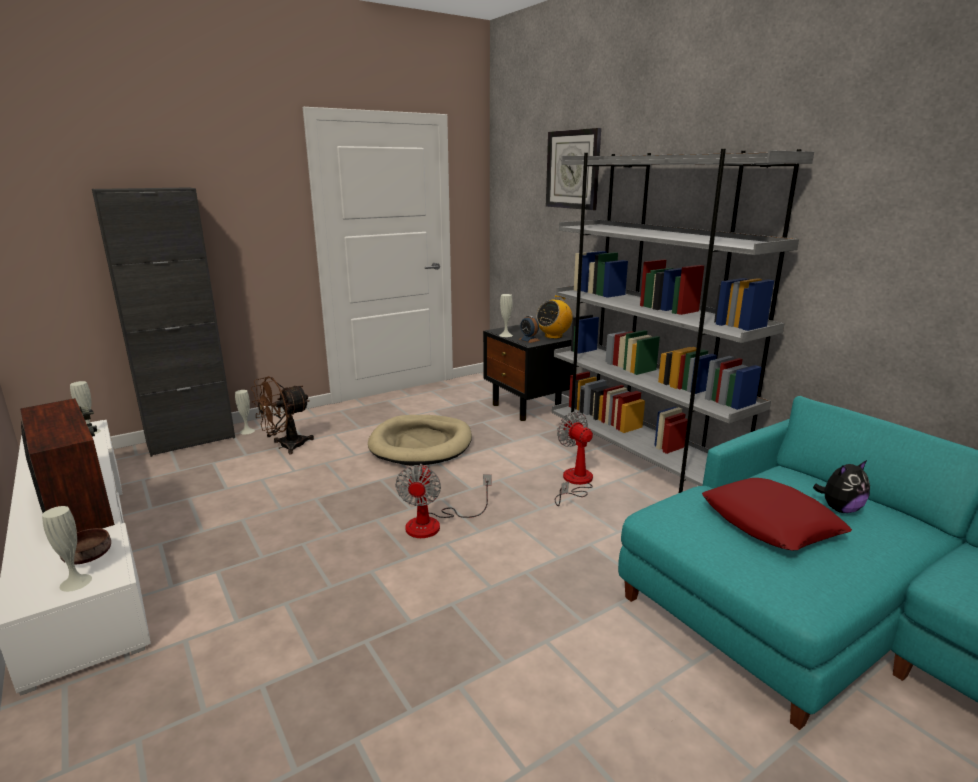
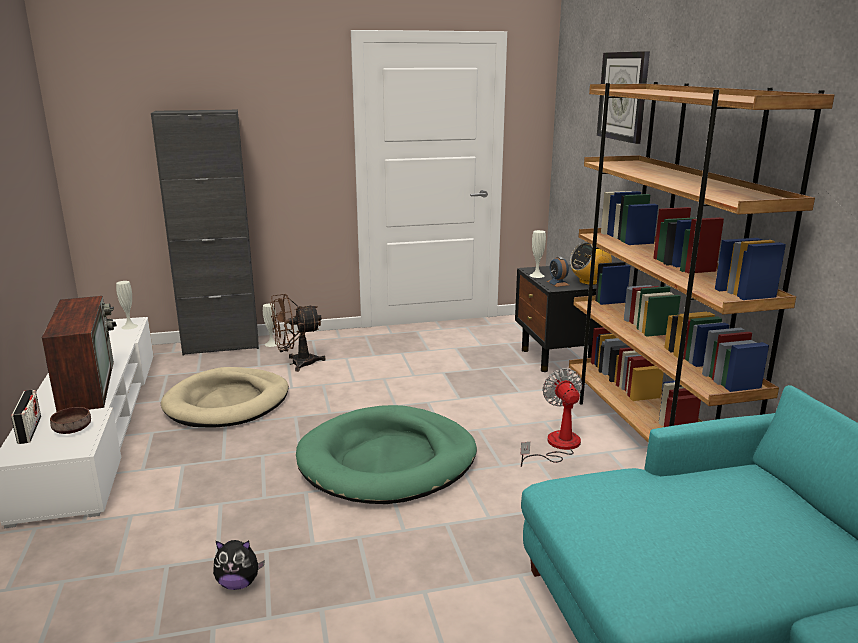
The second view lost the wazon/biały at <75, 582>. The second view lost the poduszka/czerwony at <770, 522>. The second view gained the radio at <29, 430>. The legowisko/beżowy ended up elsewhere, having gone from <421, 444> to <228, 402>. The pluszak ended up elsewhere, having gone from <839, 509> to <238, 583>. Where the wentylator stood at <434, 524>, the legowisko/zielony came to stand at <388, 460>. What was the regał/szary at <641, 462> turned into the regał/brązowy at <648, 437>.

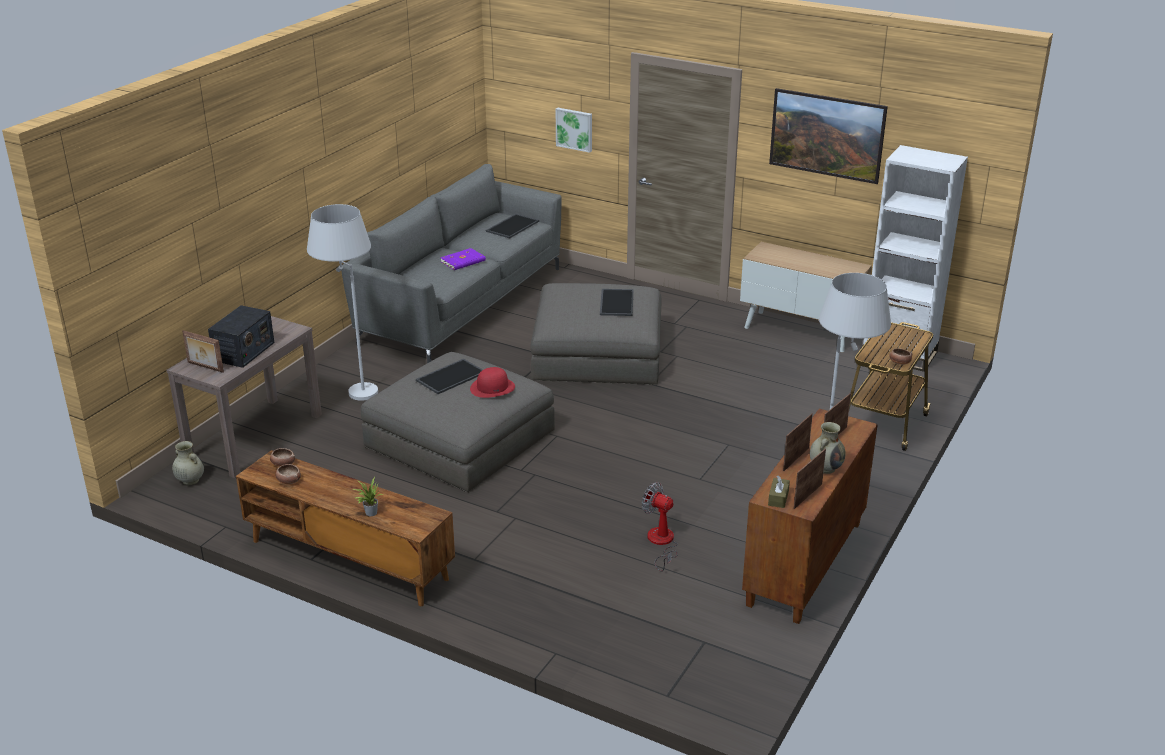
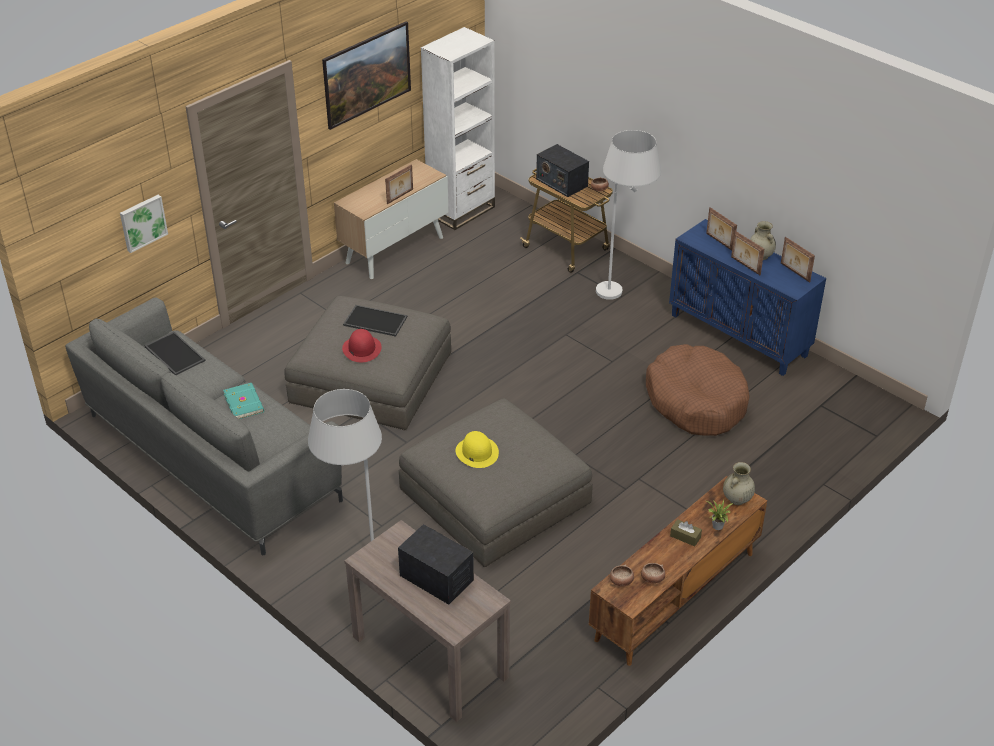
The second view gained the radio at <561, 182>. The wazon/beżowy ended up elsewhere, having gone from <190, 480> to <737, 499>. The ramka na zdjęcie ended up elsewhere, having gone from <205, 367> to <400, 197>. The kapelusz/czerwony ended up elsewhere, having gone from <492, 387> to <361, 348>. The pudełko chusteczek/brązowy ended up elsewhere, having gone from <778, 498> to <685, 536>. Where the taca stood at <451, 376>, the kapelusz/żółty came to stand at <476, 452>. Where the wentylator stood at <661, 543>, the legowisko/brązowy came to stand at <696, 401>. What was the książka/fioletowy at <463, 261> turned into the książka/turkusowy at <244, 402>. What was the szafka/brązowy at <805, 564> turned into the szafka/niebieski at <739, 335>.

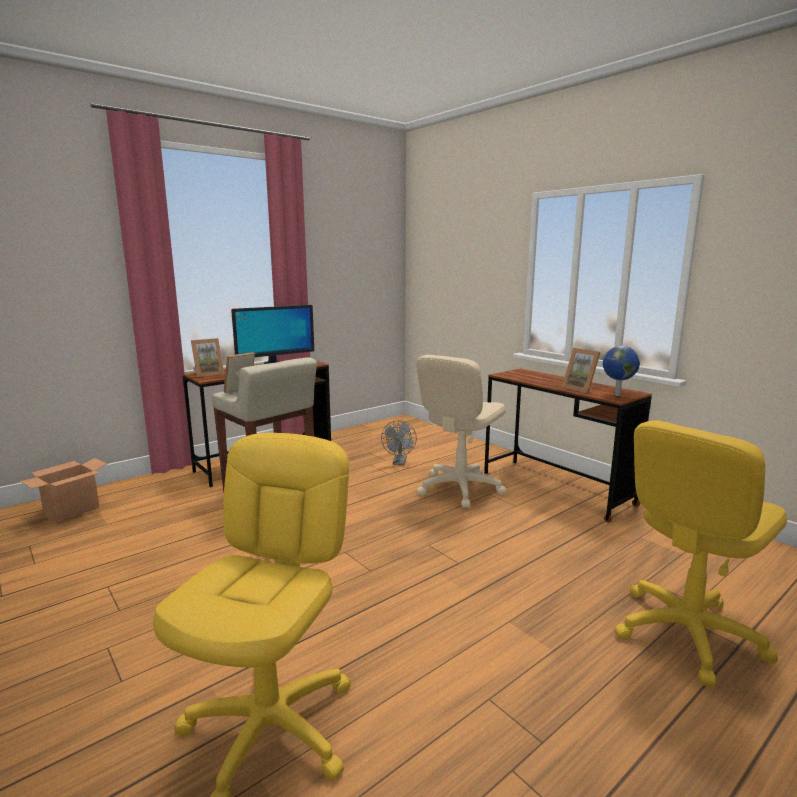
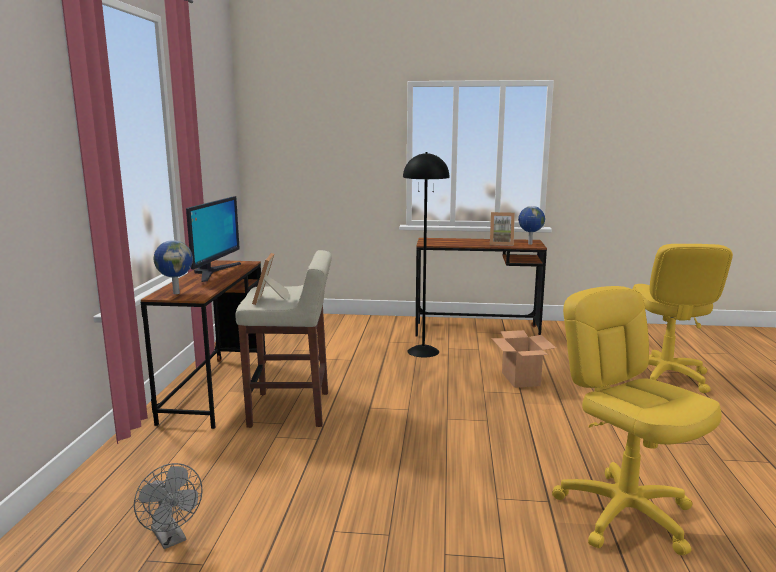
The karton ended up elsewhere, having gone from <71, 511> to <521, 379>. The wentylator/szary ended up elsewhere, having gone from <399, 462> to <171, 539>. Where the ramka na zdjęcie stood at <208, 374>, the globus came to stand at <176, 293>. Where the krzesło biurowe/beżowy stood at <459, 488>, the lampa stojąca/czarny came to stand at <423, 351>.

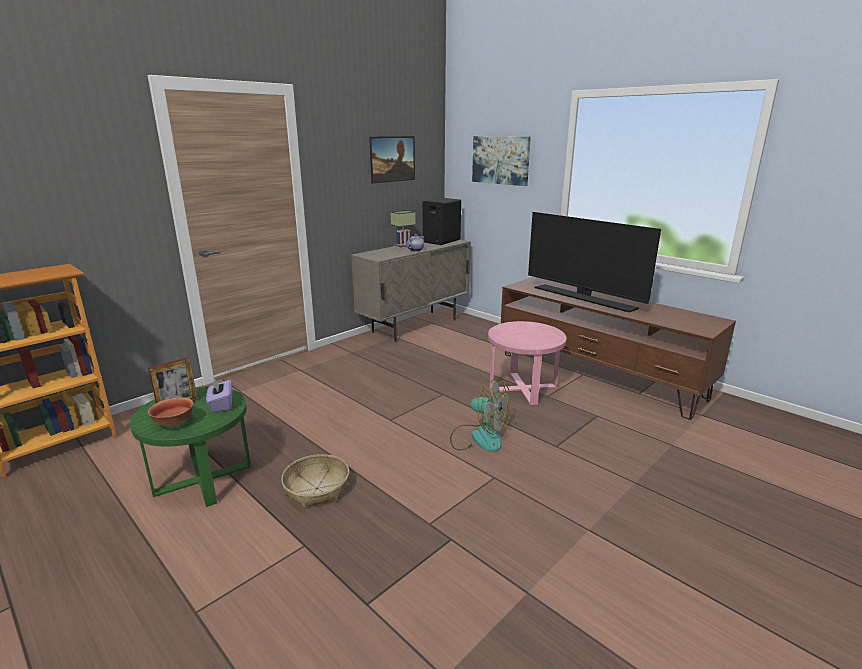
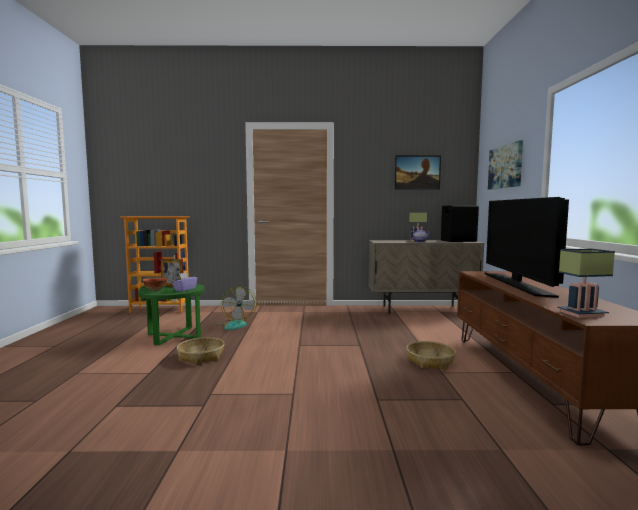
The second view gained the lampa stołowa at <582, 314>. The wentylator ended up elsewhere, having gone from <479, 437> to <235, 324>. Where the stolik/różowy stood at <523, 388>, the koszyk came to stand at <430, 361>.

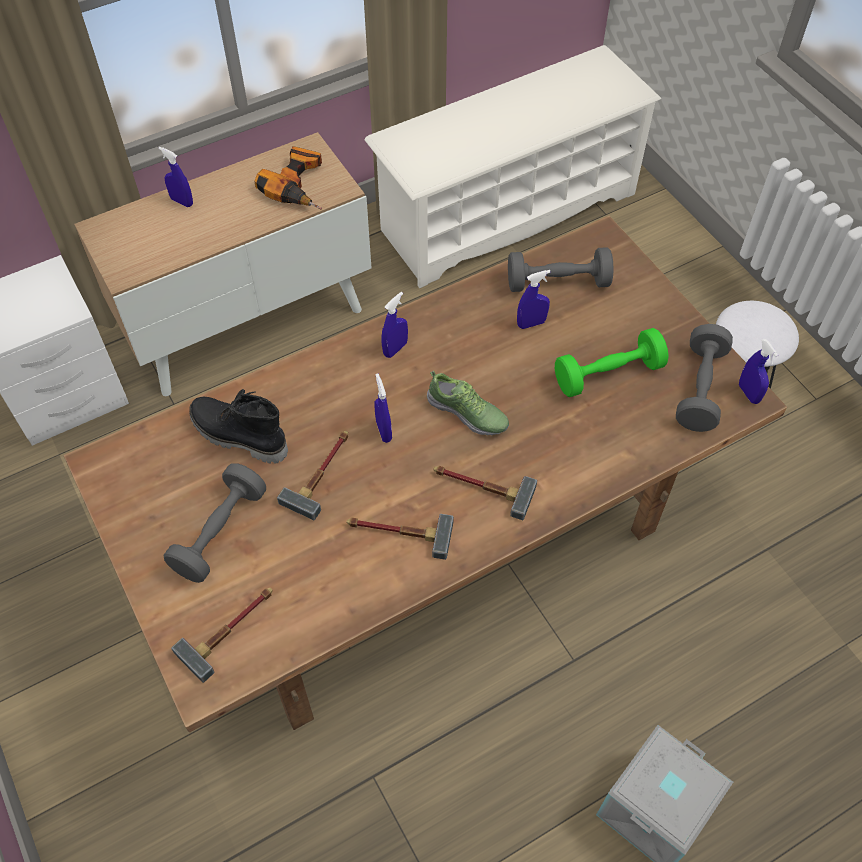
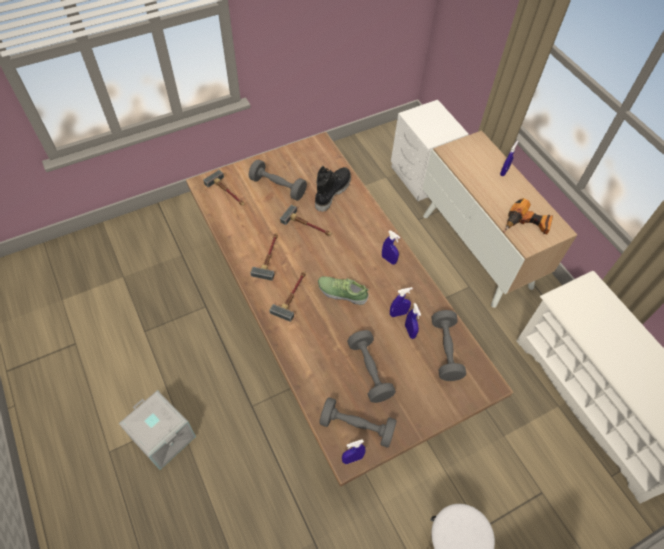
The spryskiwacz/niebieski ended up elsewhere, having gone from <383, 431> to <398, 313>. What was the hantel/zielony at <608, 374> turned into the hantel/szary at <369, 371>. The but at <468, 413> ended up facing another way, 75 degrees clockwise from before.

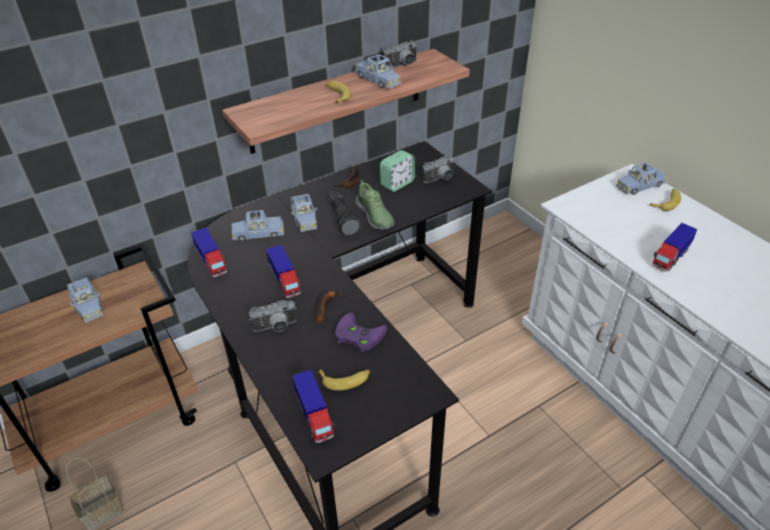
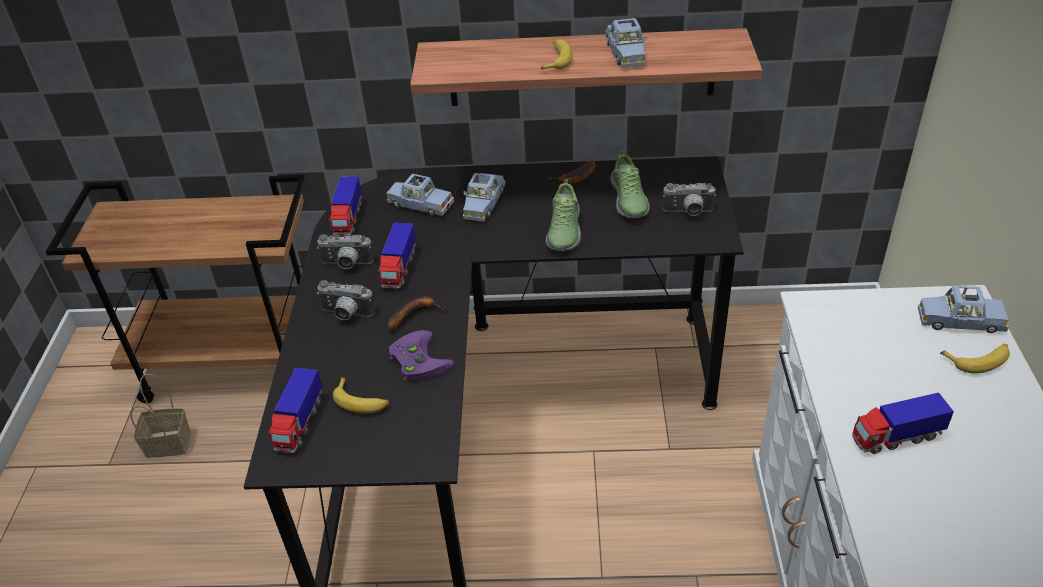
The second view lost the samochodzik/niebieski at <87, 304>. The second view lost the latarka at <344, 220>. The aparat fotograficzny ended up elsewhere, having gone from <402, 66> to <346, 265>. Where the budzik stood at <397, 184>, the but came to stand at <628, 200>.

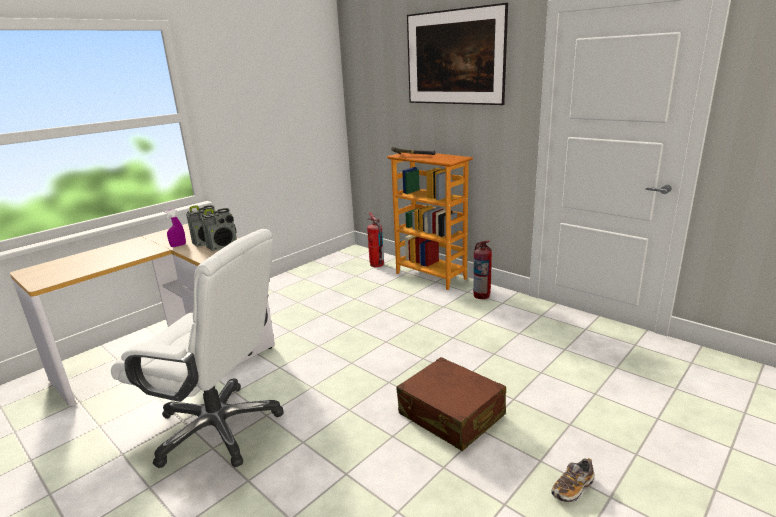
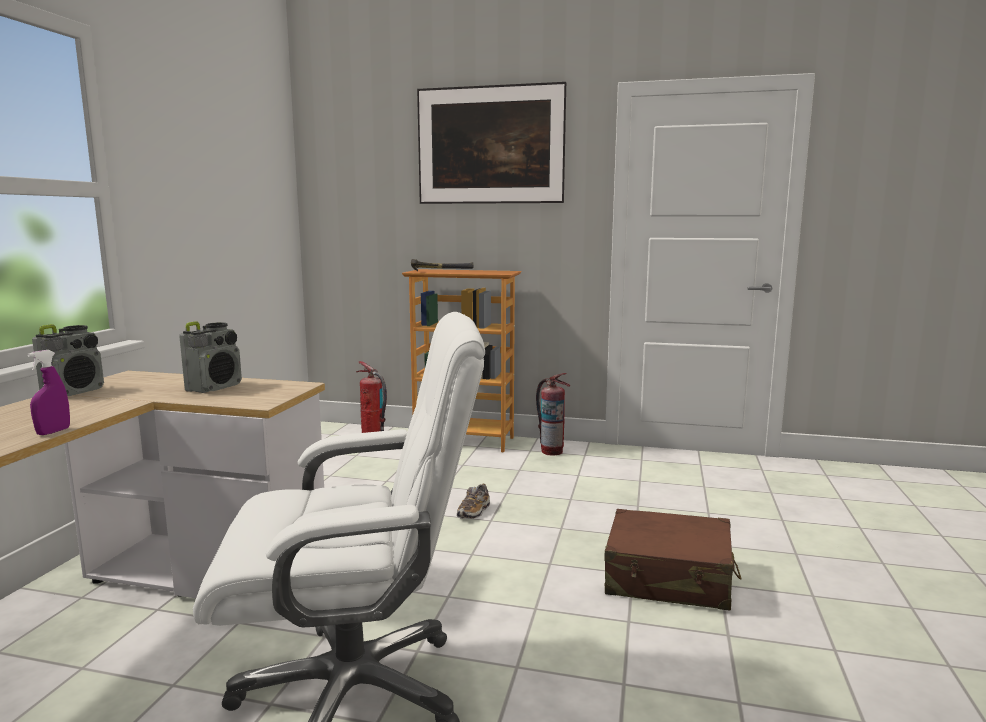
The spryskiwacz/fioletowy ended up elsewhere, having gone from <178, 245> to <53, 432>. The radio ended up elsewhere, having gone from <223, 246> to <74, 392>. The but ended up elsewhere, having gone from <573, 488> to <474, 512>.

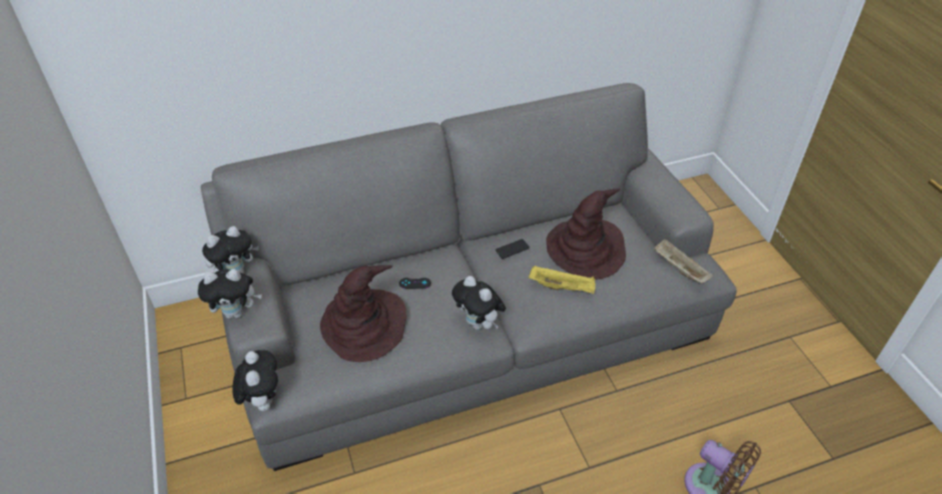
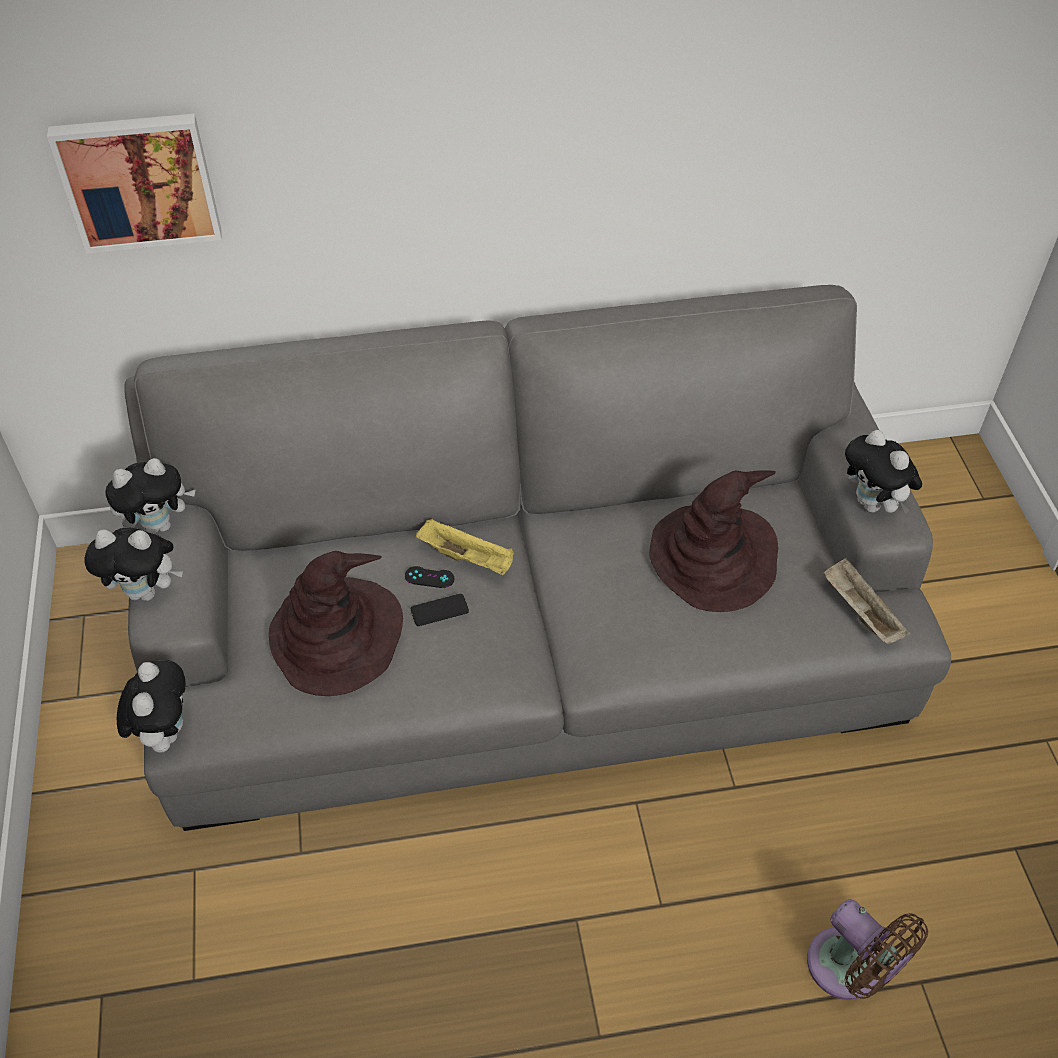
The second view gained the obraz at <139, 180>. The pluszak ended up elsewhere, having gone from <479, 324> to <873, 505>. The telefon ended up elsewhere, having gone from <512, 249> to <439, 610>. The taca/żółty ended up elsewhere, having gone from <562, 287> to <468, 558>.

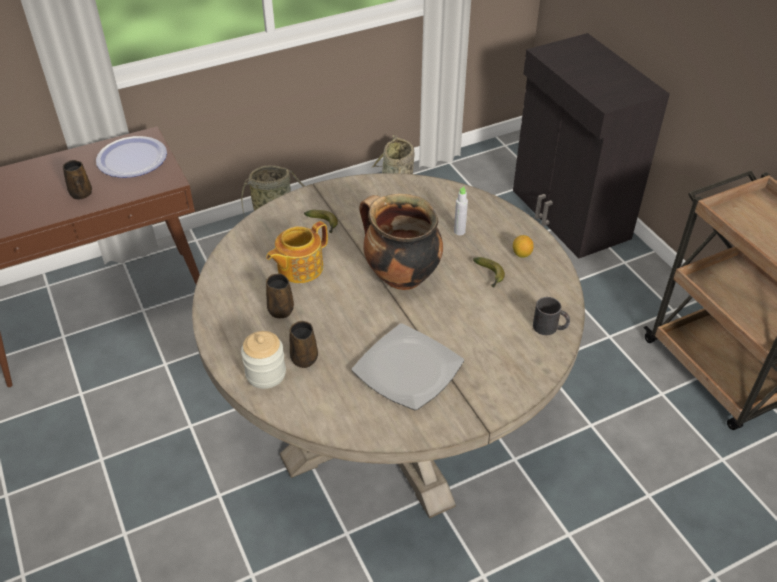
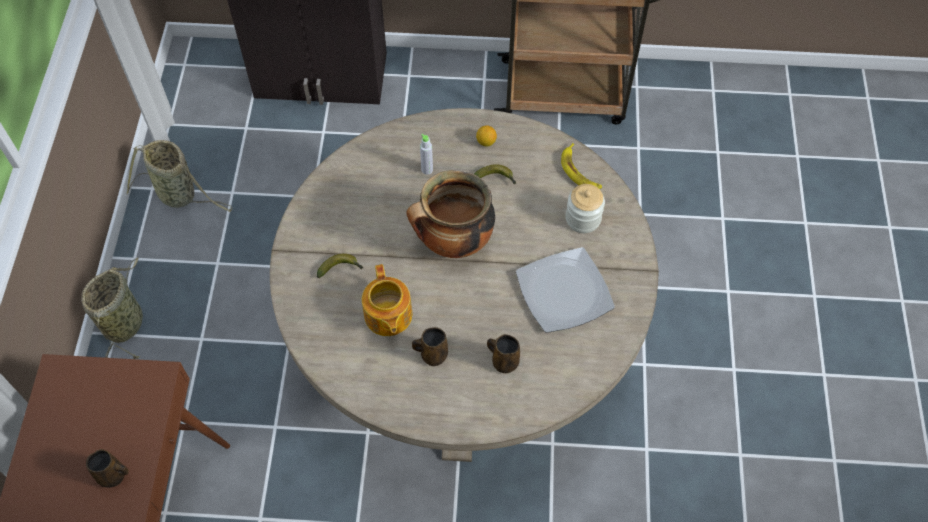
The second view lost the talerz at <132, 158>. The słoik ended up elsewhere, having gone from <266, 373> to <583, 219>. Where the kubek/czarny stood at <550, 327>, the banan came to stand at <579, 171>.

